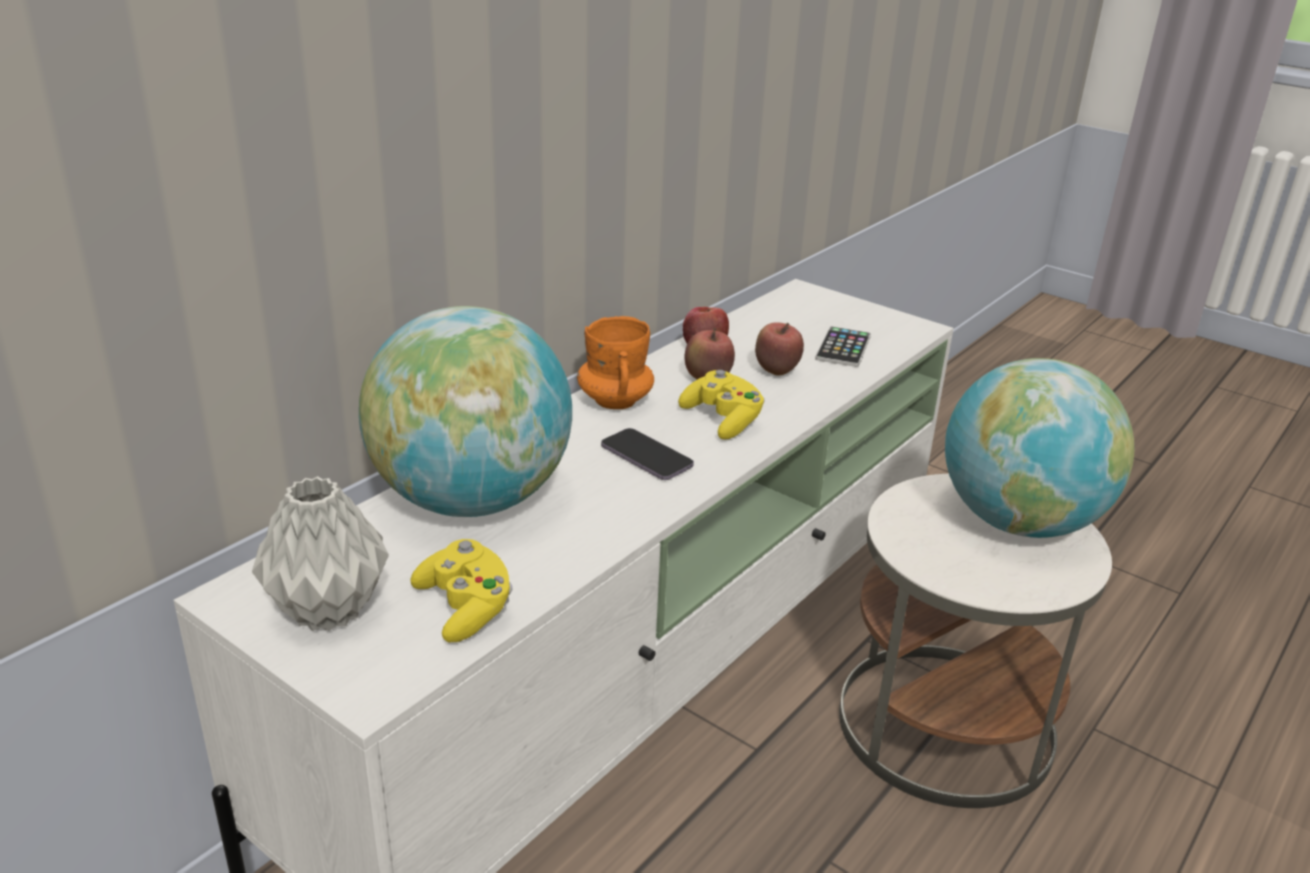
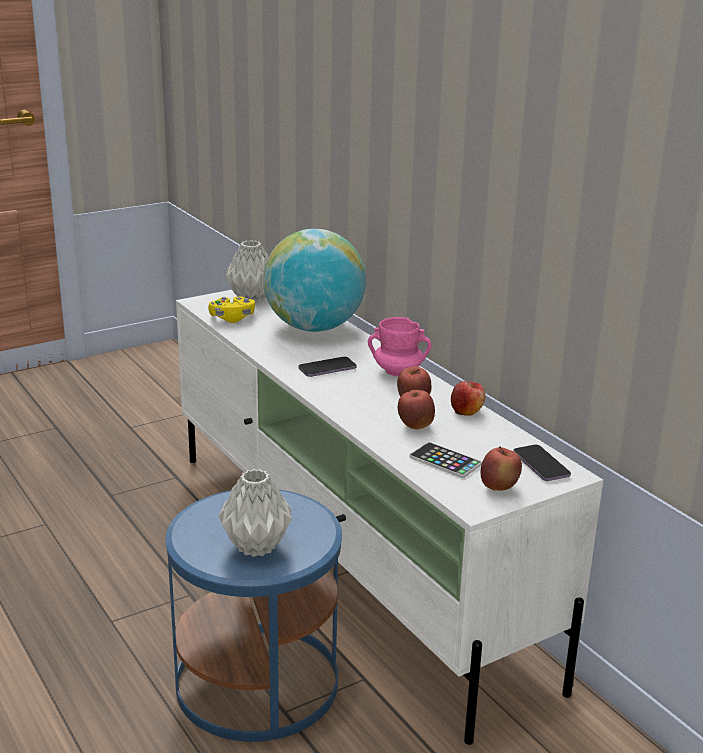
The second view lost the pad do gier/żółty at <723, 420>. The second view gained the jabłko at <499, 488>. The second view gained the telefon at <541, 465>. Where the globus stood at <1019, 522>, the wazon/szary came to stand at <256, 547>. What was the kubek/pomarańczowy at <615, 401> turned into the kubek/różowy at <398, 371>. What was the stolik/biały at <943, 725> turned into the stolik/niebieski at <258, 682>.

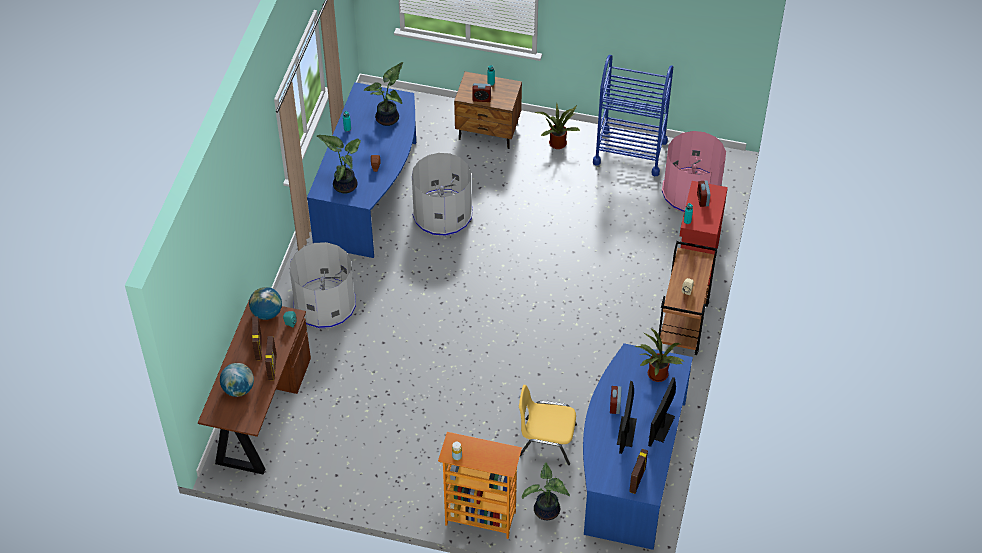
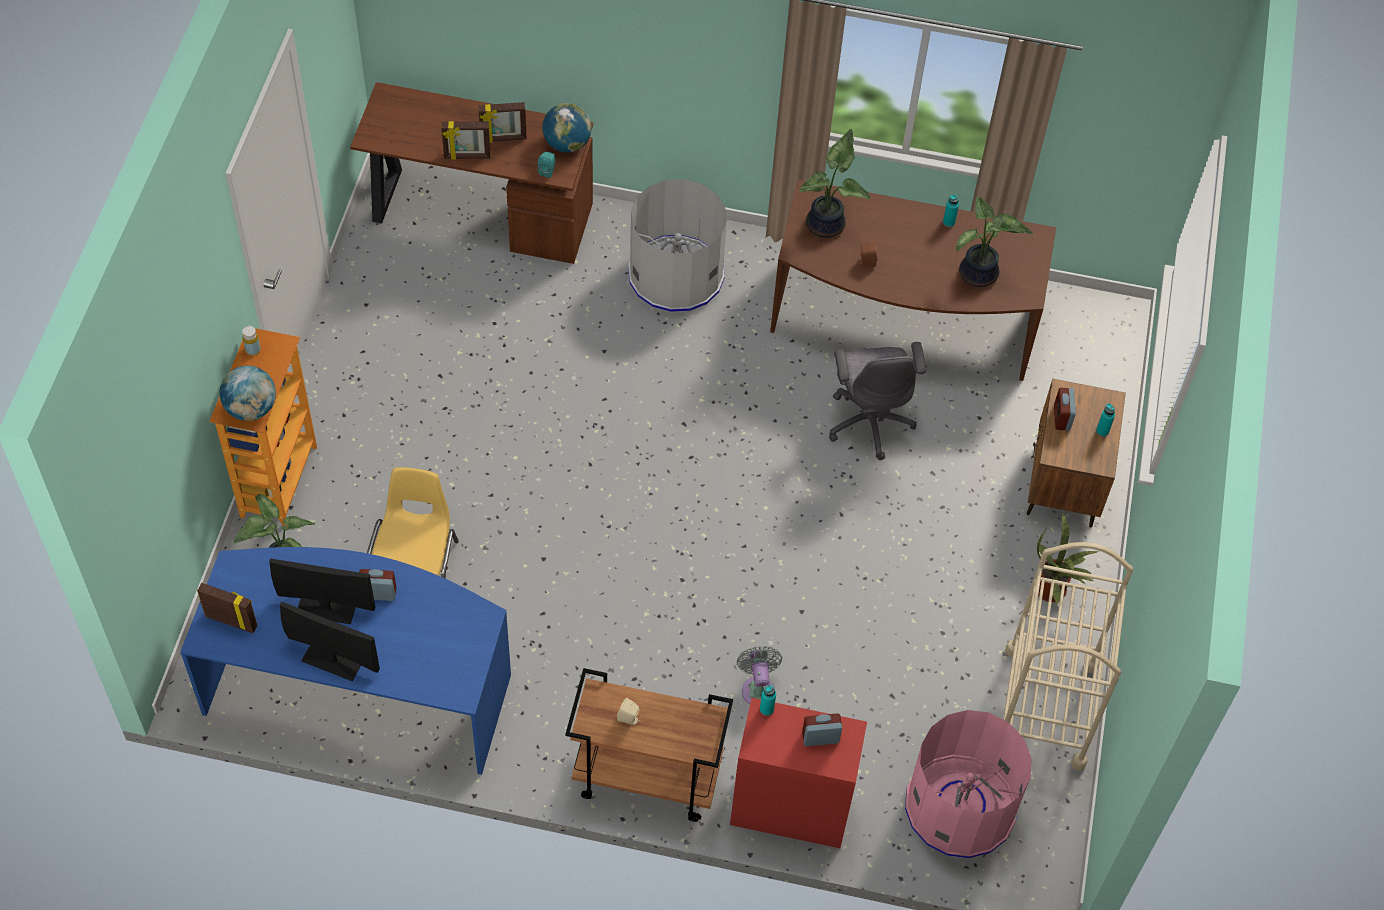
The second view lost the roślina doniczkowa at <656, 376>. The second view gained the wentylator/szary at <758, 688>. The globus ended up elsewhere, having gone from <238, 389> to <251, 408>. Where the kosz na śmieci/szary stood at <442, 213>, the krzesło biurowe/szary came to stand at <870, 421>. What was the biurko/niebieski at <370, 194> turned into the biurko/brązowy at <902, 323>. What was the wózek/niebieski at <630, 152> turned into the wózek/beżowy at <1045, 706>.

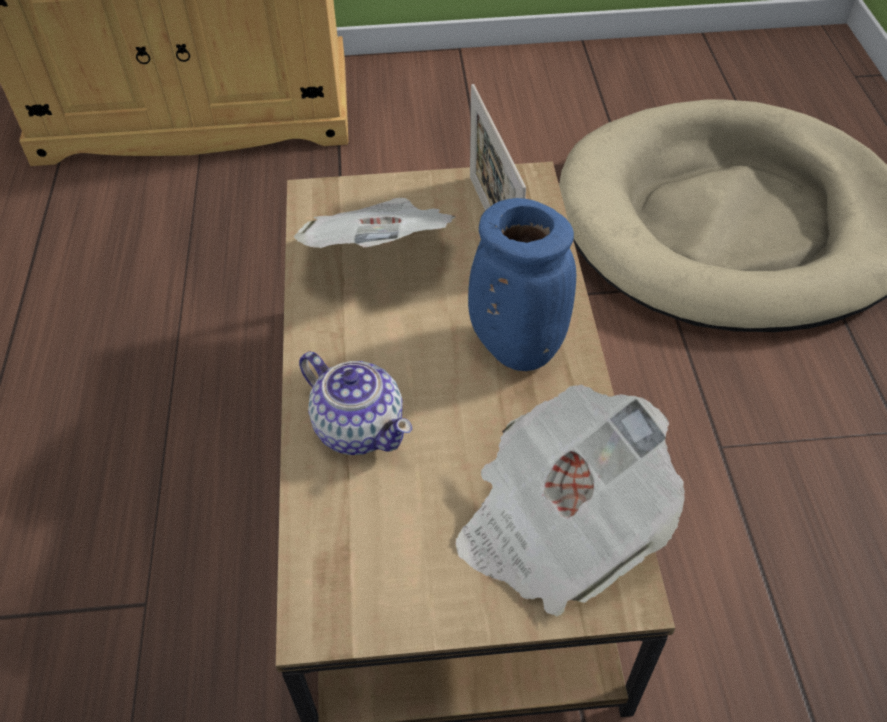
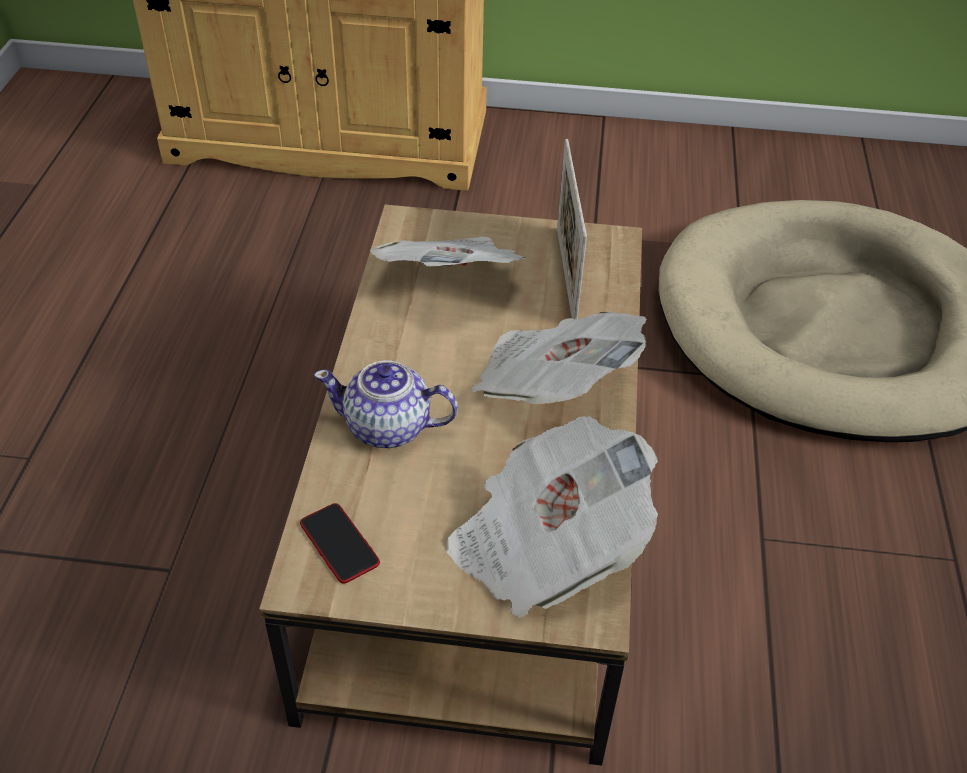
The second view gained the telefon at <339, 544>. Where the wazon/niebieski stood at <514, 347>, the gazeta came to stand at <552, 386>. The imbryk at <358, 426> ended up facing another way, 135 degrees clockwise from before.

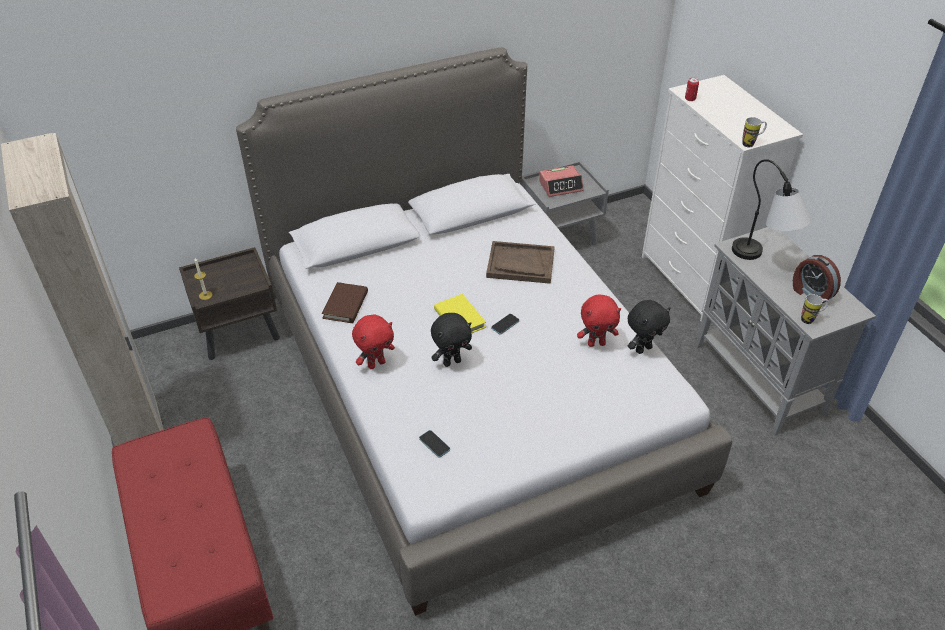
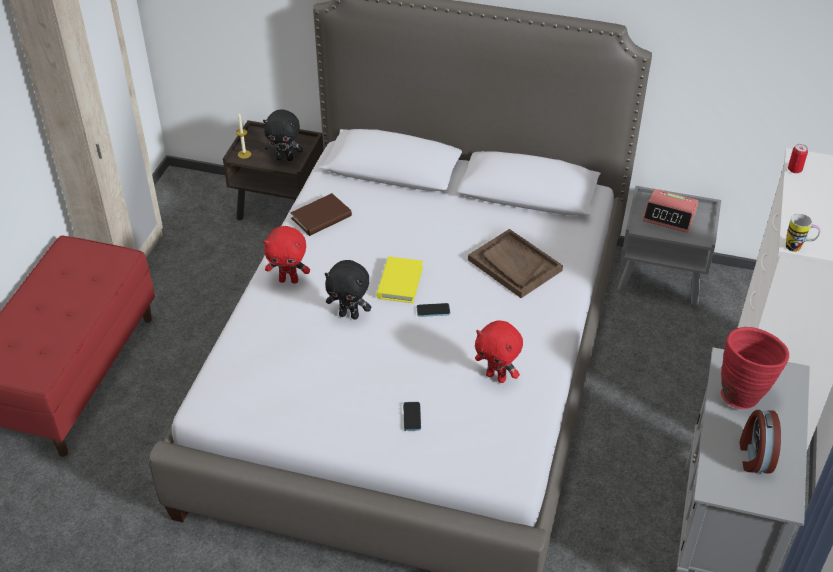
The second view lost the kubek at <810, 319>. The telefon ended up elsewhere, having gone from <434, 444> to <412, 417>. The pluszak/czarny ended up elsewhere, having gone from <643, 348> to <285, 158>. Where the lampa stołowa stood at <762, 261>, the wazon/czerwony came to stand at <743, 393>.

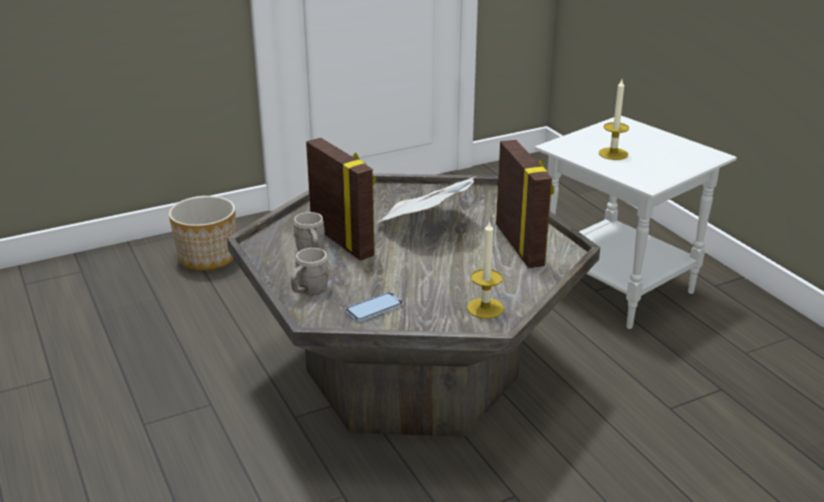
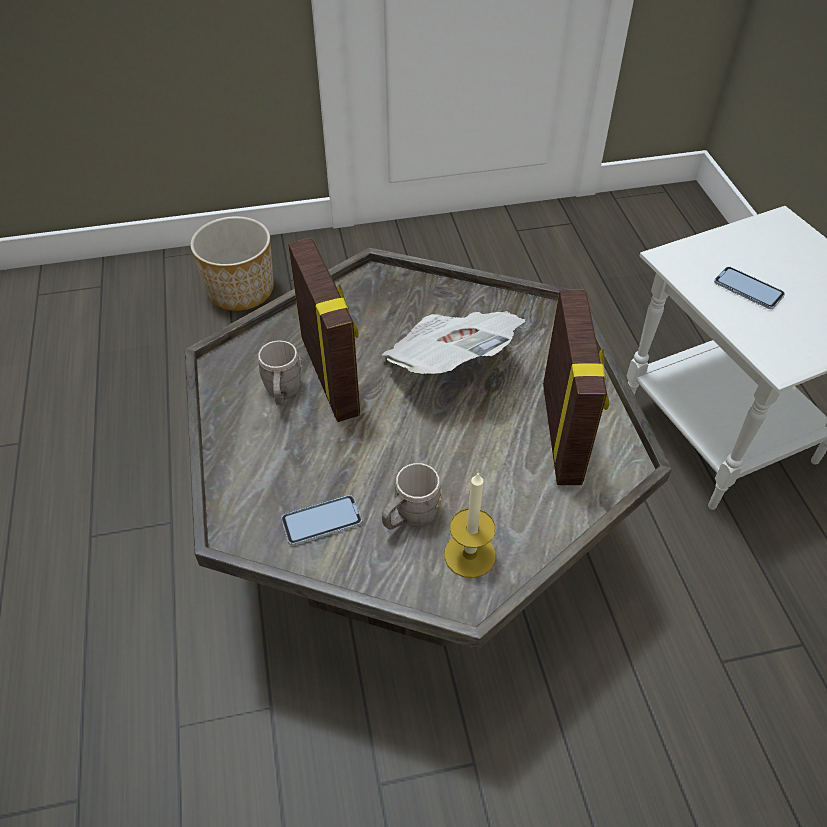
The kubek/szary ended up elsewhere, having gone from <309, 291> to <410, 517>. Where the świeca stood at <613, 154>, the telefon came to stand at <748, 289>.

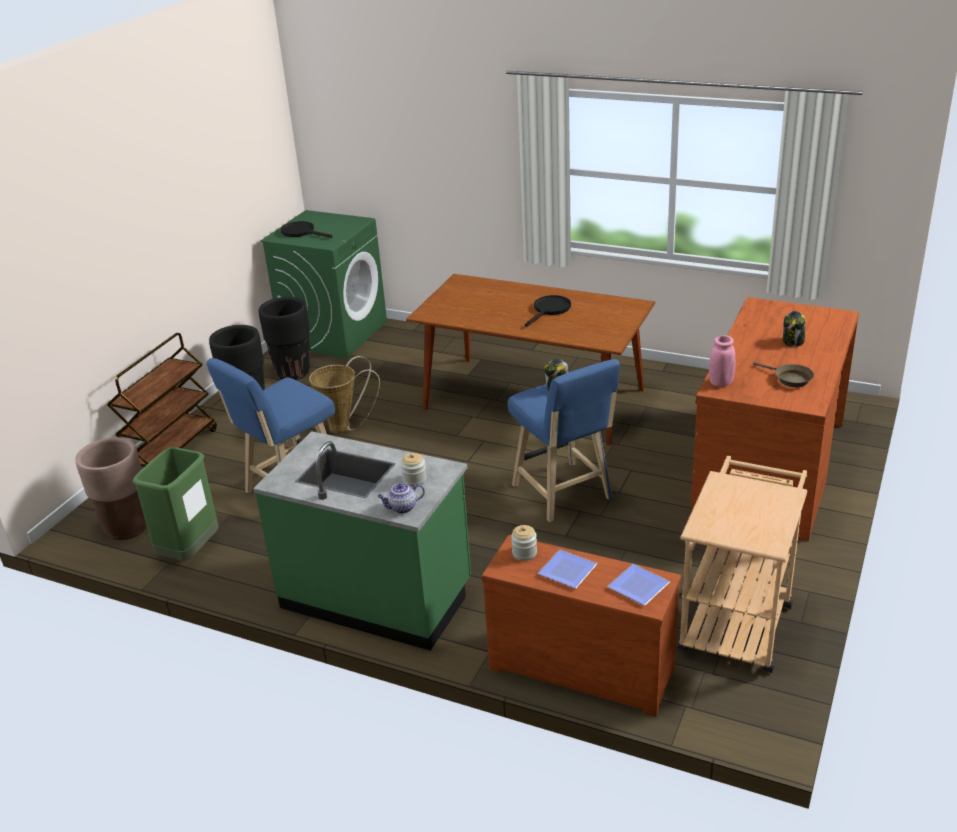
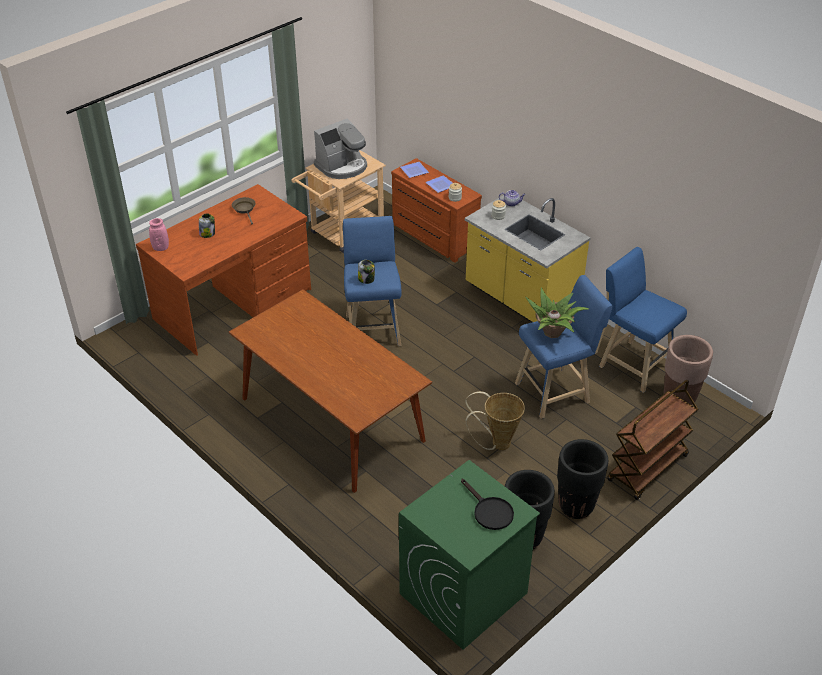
The second view lost the patelnia/czarny at <549, 310>. The second view gained the ekspres do kawy at <342, 166>. The second view gained the roślina doniczkowa at <553, 333>. The wazon/różowy ended up elsewhere, having gone from <721, 383> to <161, 248>. Where the kosz na śmieci/zielony stood at <190, 552>, the stołek/niebieski came to stand at <633, 364>. What was the zabudowa kuchenna/zielony at <377, 596> turned into the zabudowa kuchenna/żółty at <520, 299>.

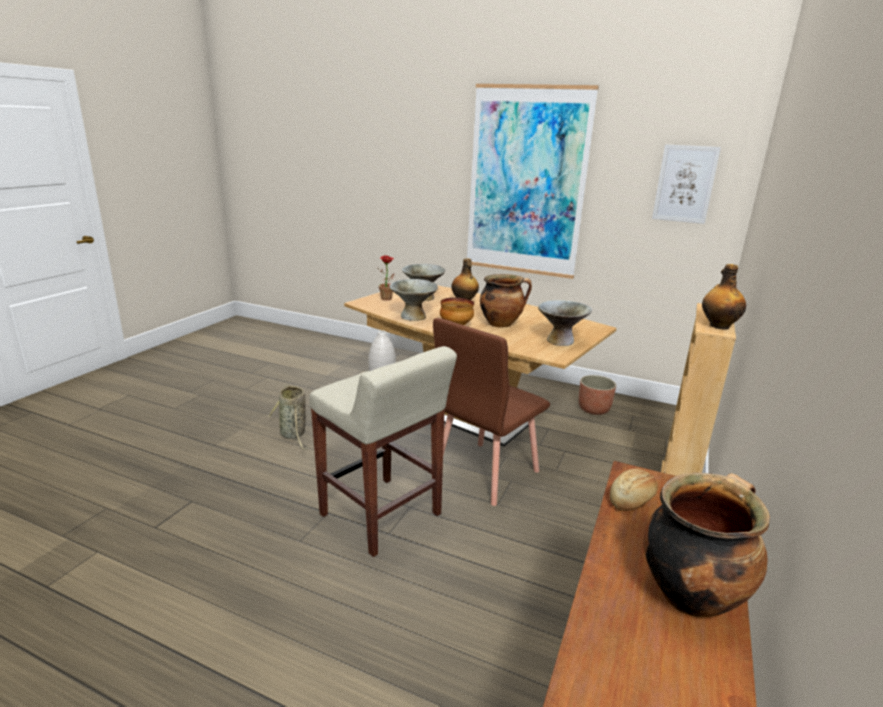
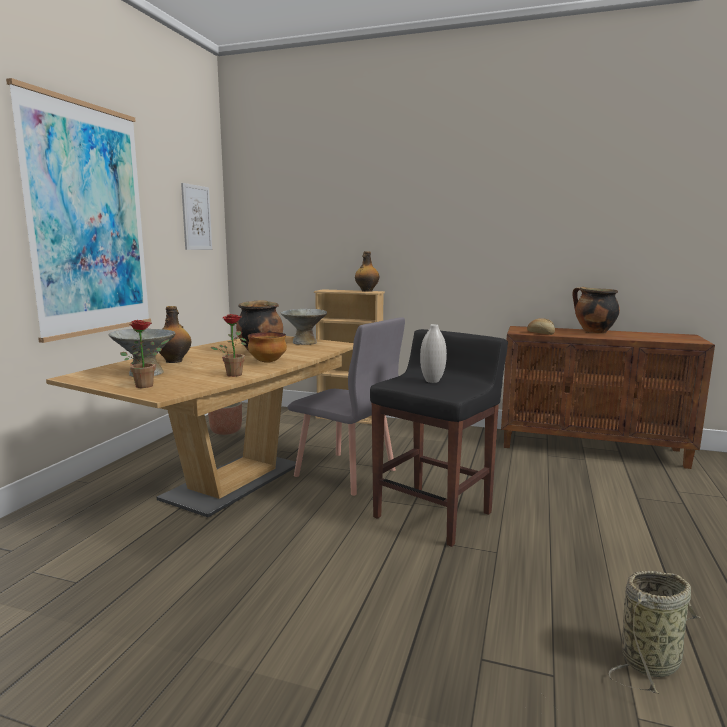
The koszyk ended up elsewhere, having gone from <293, 434> to <652, 660>. Where the miska/szary stood at <413, 316>, the roślina doniczkowa came to stand at <234, 374>. What was the stołek/beżowy at <381, 515> turned into the stołek/czarny at <434, 514>. What was the krzesło/brązowy at <485, 472> turned into the krzesło/szary at <345, 473>.

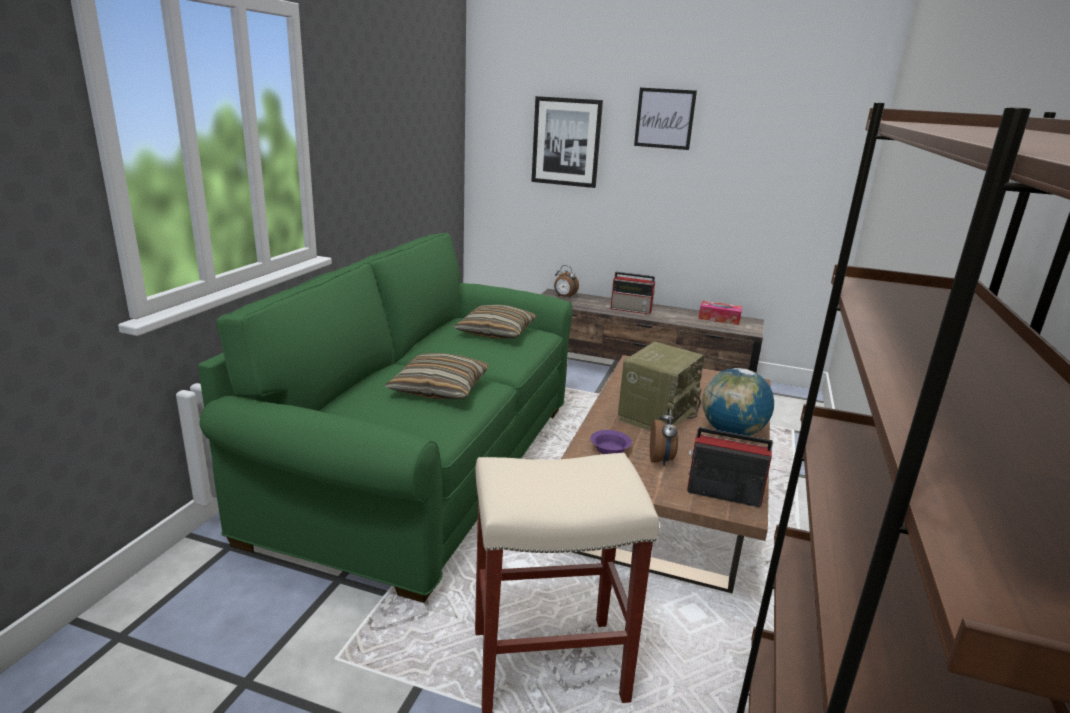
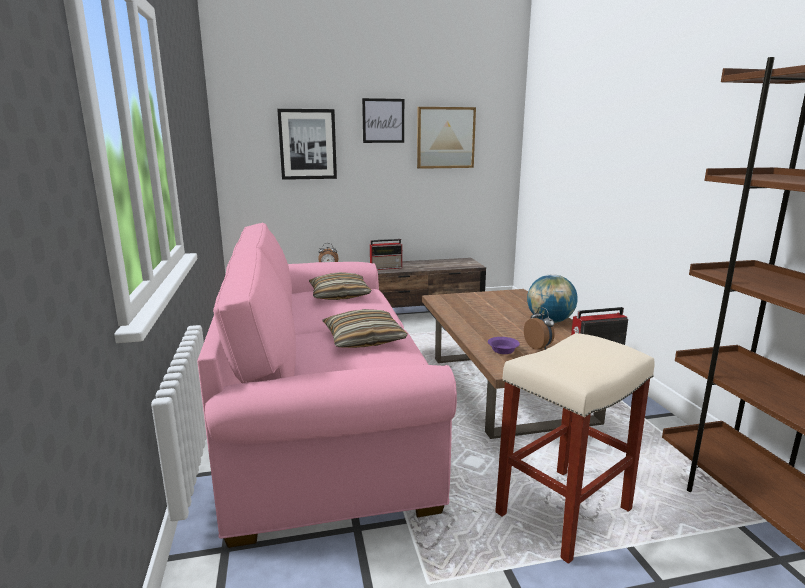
The second view lost the radio at <656, 415>. The second view lost the pudełko chusteczek at <719, 318>. The second view gained the obraz at <445, 138>. What was the kanapa/zielony at <427, 465> turned into the kanapa/różowy at <323, 421>.

